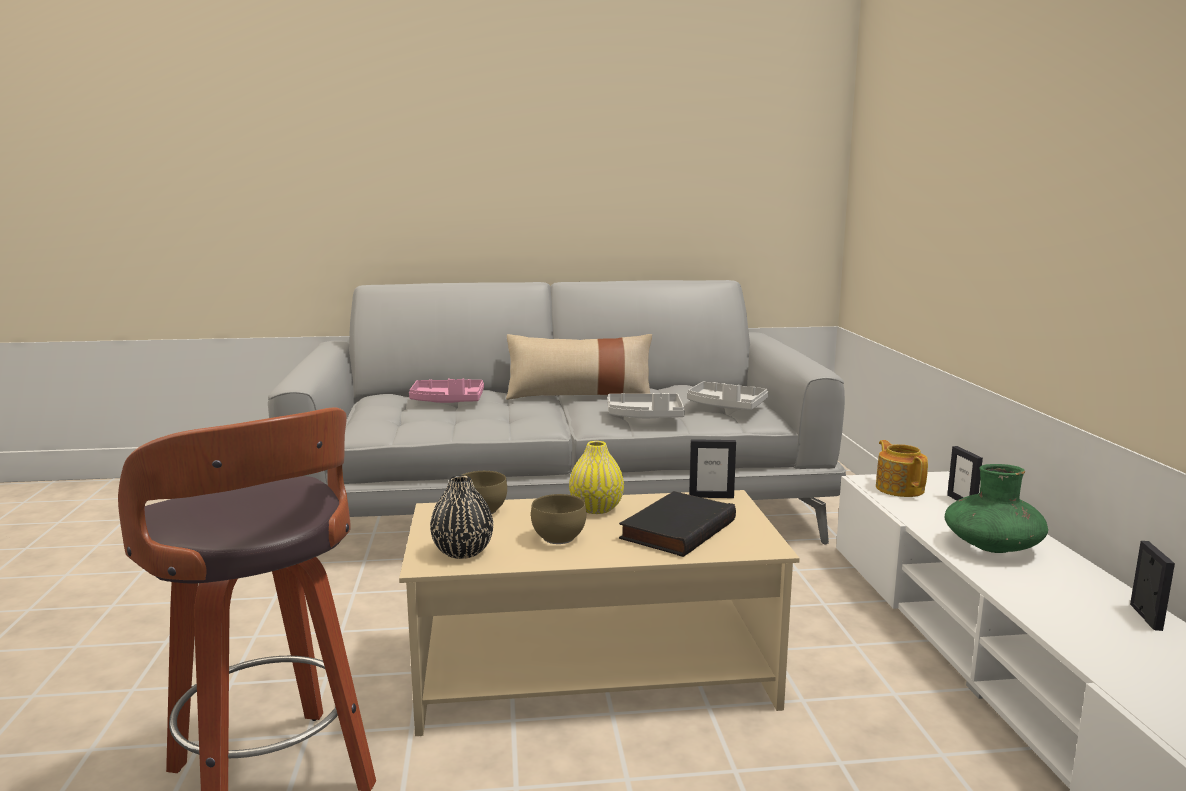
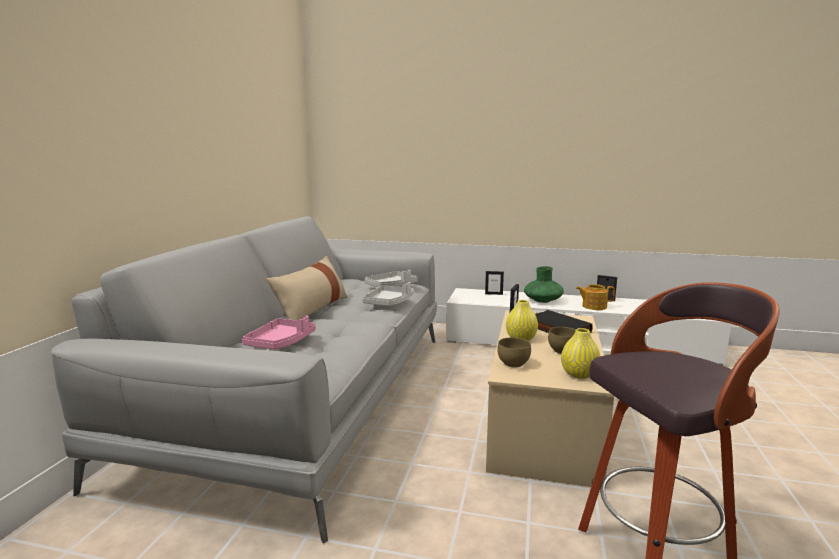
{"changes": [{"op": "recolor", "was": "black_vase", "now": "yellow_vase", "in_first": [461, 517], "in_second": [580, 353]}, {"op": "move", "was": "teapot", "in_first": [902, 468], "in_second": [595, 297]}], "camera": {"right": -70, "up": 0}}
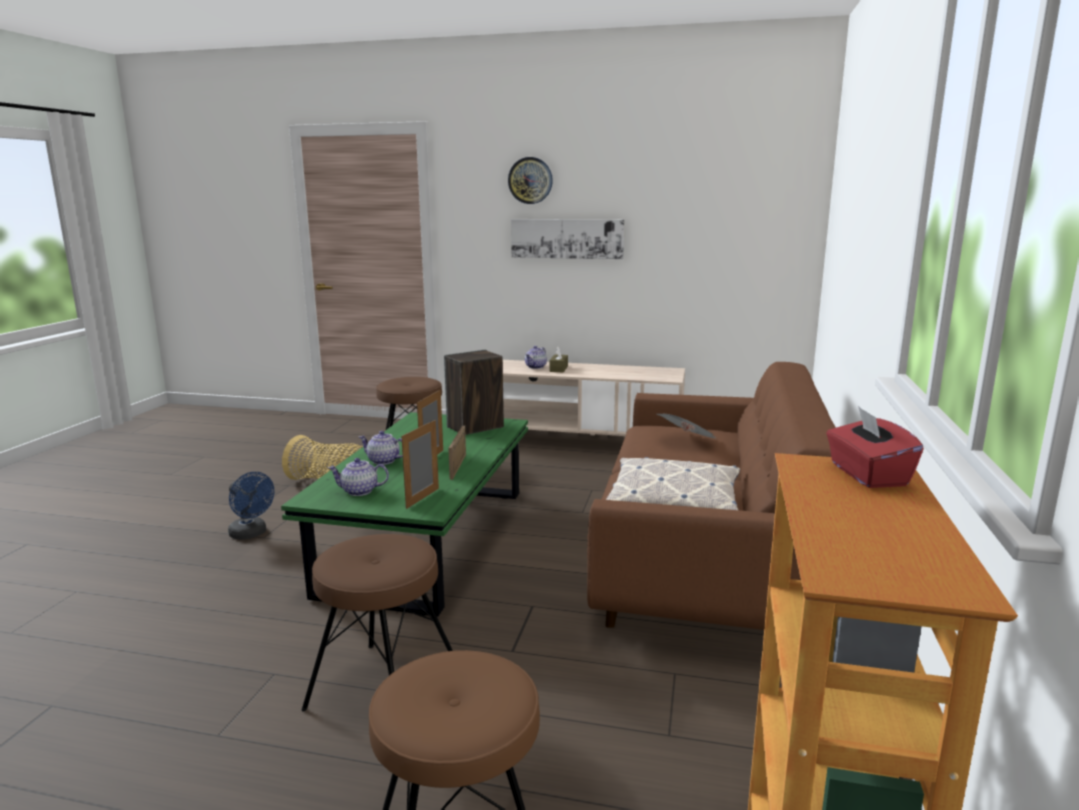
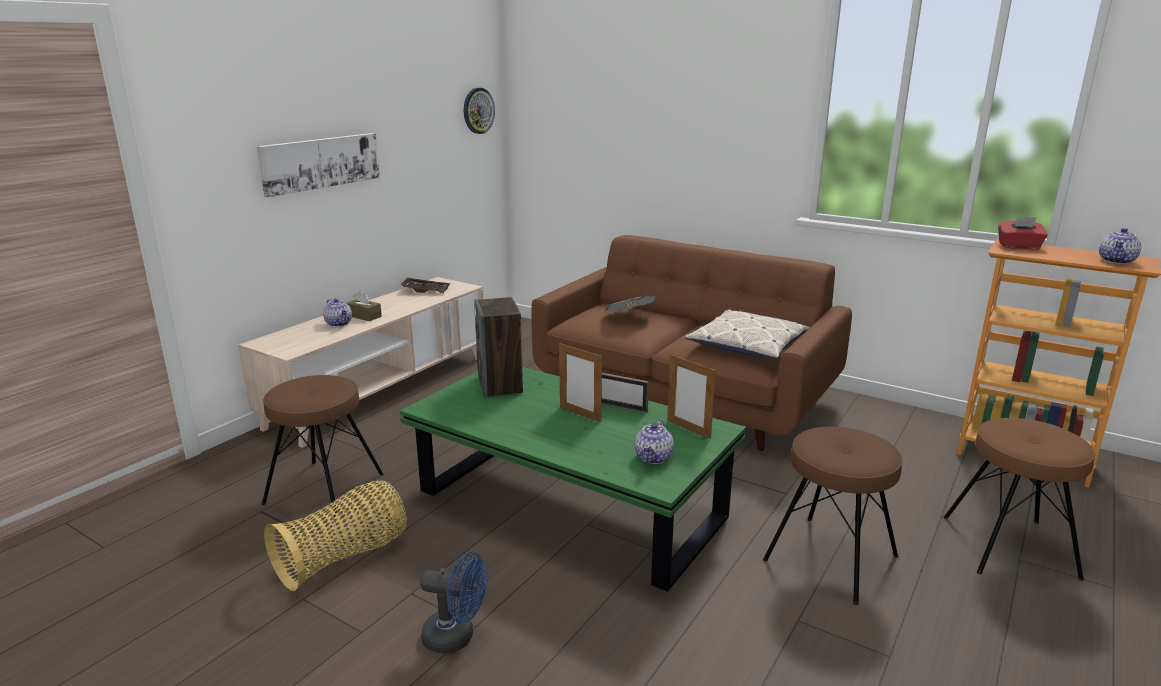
{"changes": [{"op": "insert", "now": "black_tray", "in_second": [425, 285]}, {"op": "rotate", "was": "blue_fan", "in_first": [251, 506], "in_second": [453, 602], "clockwise": 45}, {"op": "move", "was": "wall_clock", "in_first": [530, 180], "in_second": [479, 111]}, {"op": "move", "was": "teapot", "in_first": [381, 448], "in_second": [1120, 246]}], "camera": {"right": -70, "up": 5}}
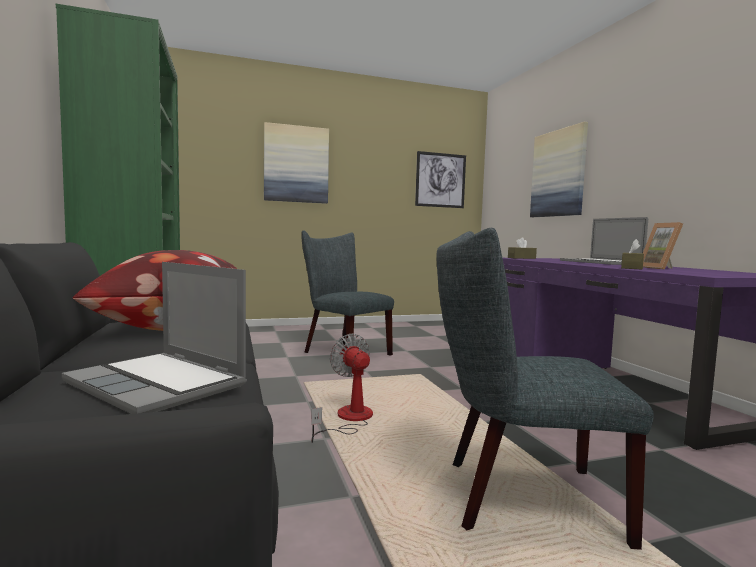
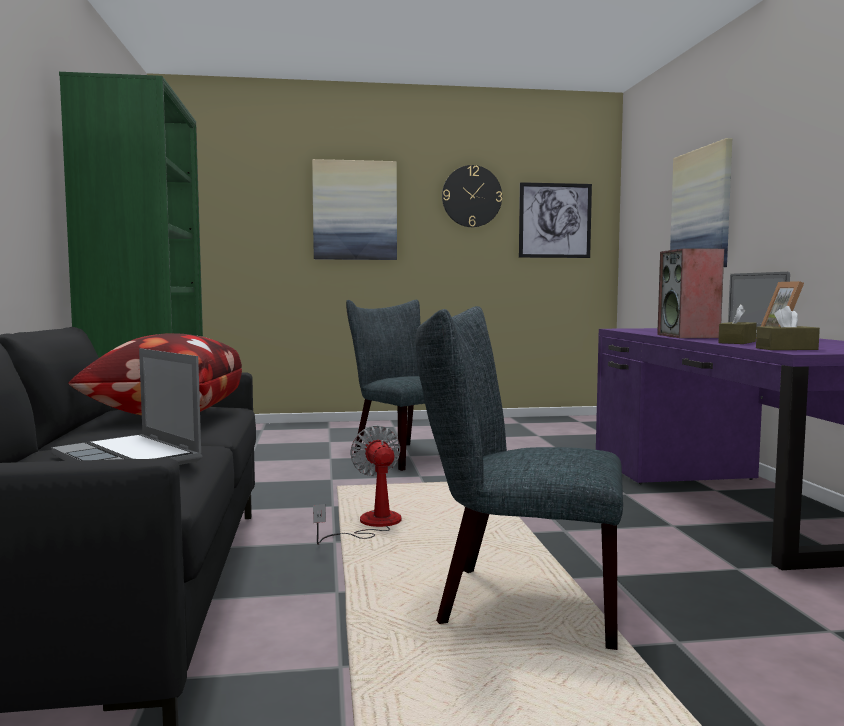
{"changes": [{"op": "insert", "now": "wall_clock", "in_second": [472, 196]}, {"op": "insert", "now": "speaker", "in_second": [690, 293]}, {"op": "move", "was": "brown_tissue_box", "in_first": [522, 248], "in_second": [788, 328]}], "camera": {"right": 10, "up": 0}}
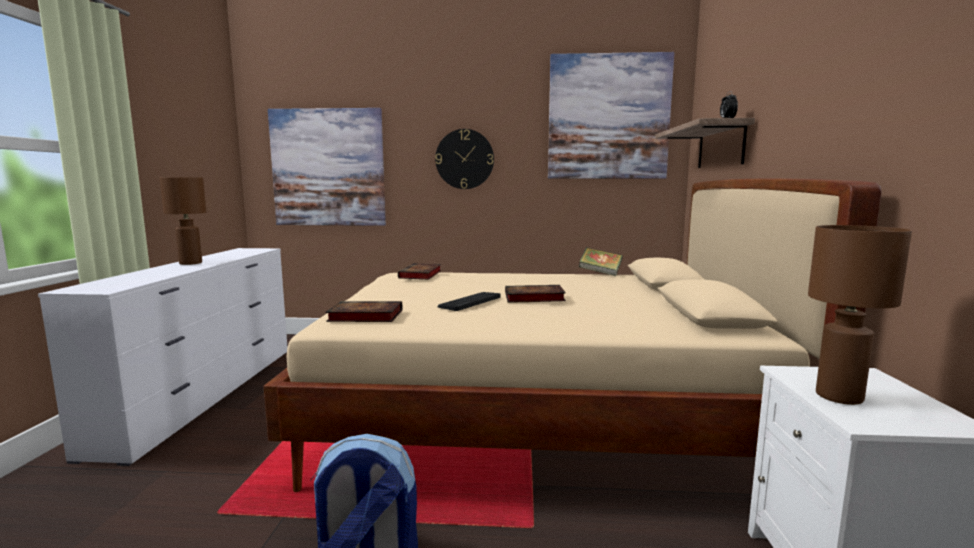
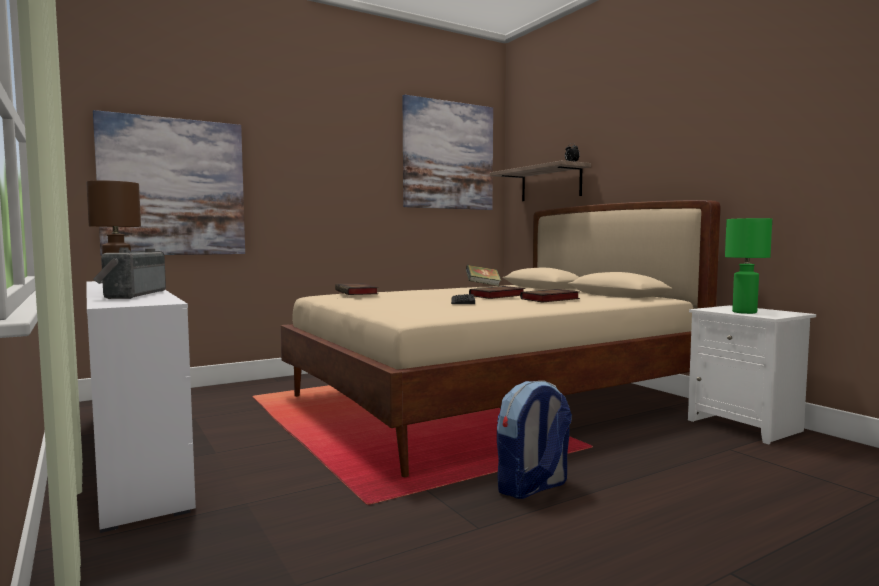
{"changes": [{"op": "insert", "now": "radio", "in_second": [129, 273]}, {"op": "move", "was": "book", "in_first": [363, 311], "in_second": [550, 296]}, {"op": "recolor", "was": "brown_table_lamp", "now": "green_table_lamp", "in_first": [860, 315], "in_second": [748, 266]}, {"op": "delete", "was": "wall_clock", "in_first": [464, 159]}], "camera": {"right": -35, "up": -5}}
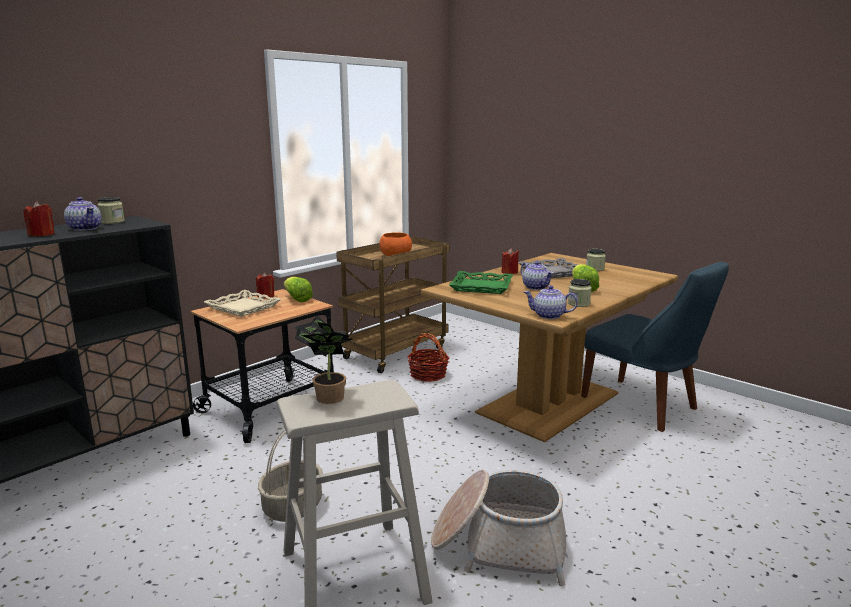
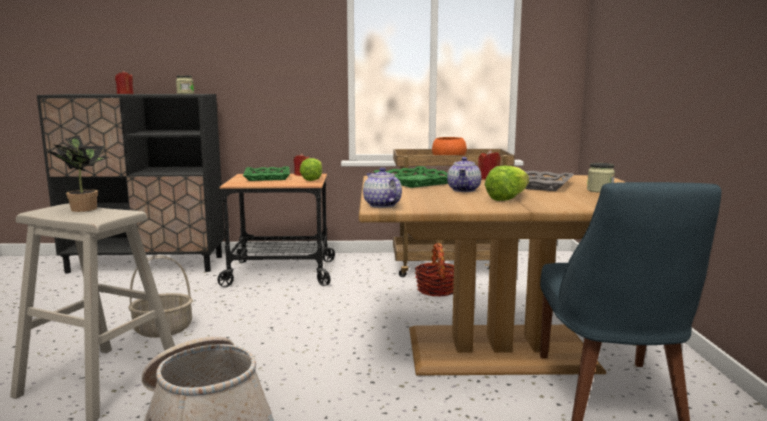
{"changes": [{"op": "recolor", "was": "beige_tray", "now": "green_tray", "in_first": [242, 303], "in_second": [266, 173]}, {"op": "delete", "was": "teapot", "in_first": [82, 214]}, {"op": "delete", "was": "jar", "in_first": [580, 293]}], "camera": {"right": 45, "up": -5}}
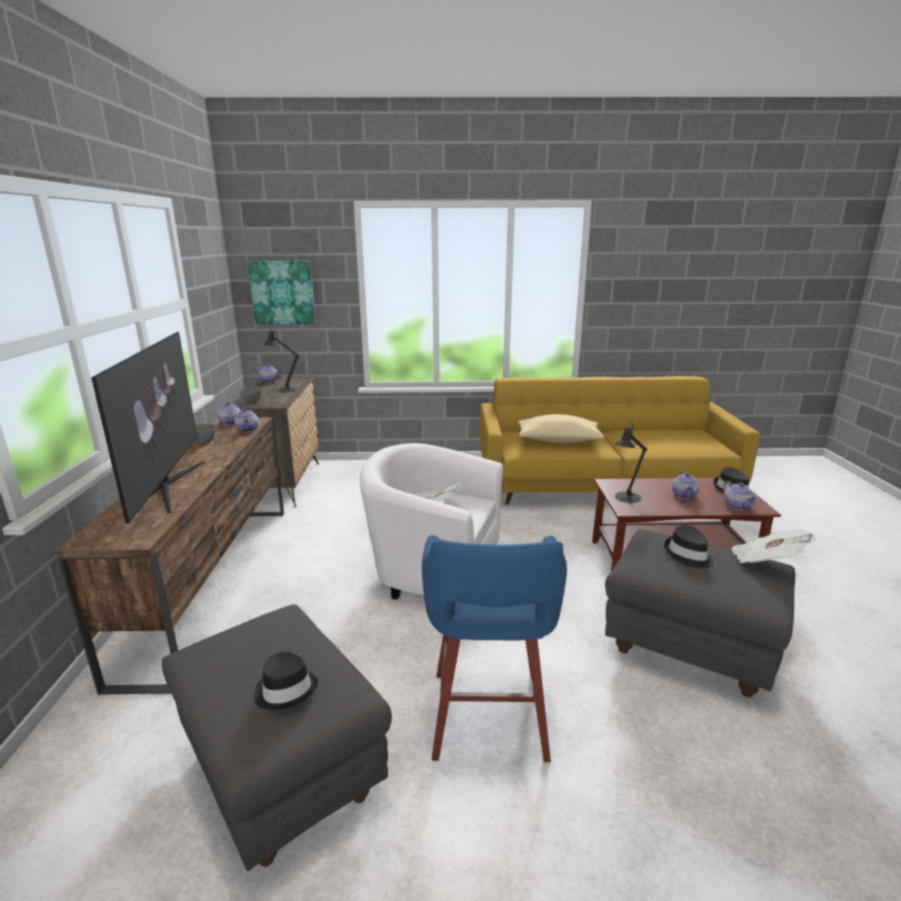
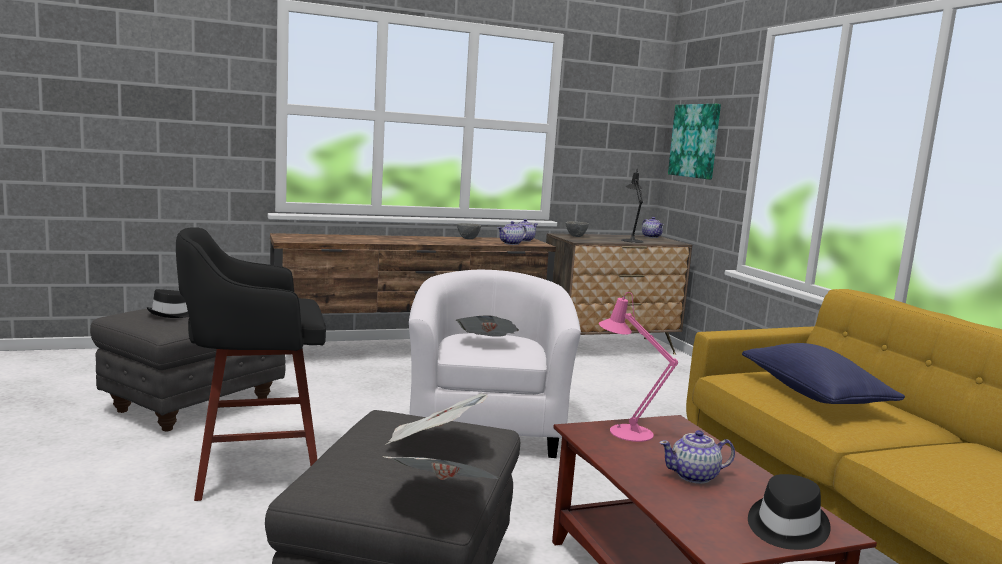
{"changes": [{"op": "recolor", "was": "blue_stool", "now": "black_stool", "in_first": [494, 648], "in_second": [251, 364]}, {"op": "replace", "was": "black_hat", "now": "newspaper", "in_first": [689, 546], "in_second": [436, 419]}, {"op": "recolor", "was": "black_table_lamp", "now": "pink_table_lamp", "in_first": [631, 462], "in_second": [638, 367]}, {"op": "recolor", "was": "beige_pillow", "now": "blue_pillow", "in_first": [561, 428], "in_second": [823, 373]}, {"op": "delete", "was": "television", "in_first": [148, 428]}, {"op": "delete", "was": "teapot", "in_first": [740, 495]}], "camera": {"right": 70, "up": -10}}
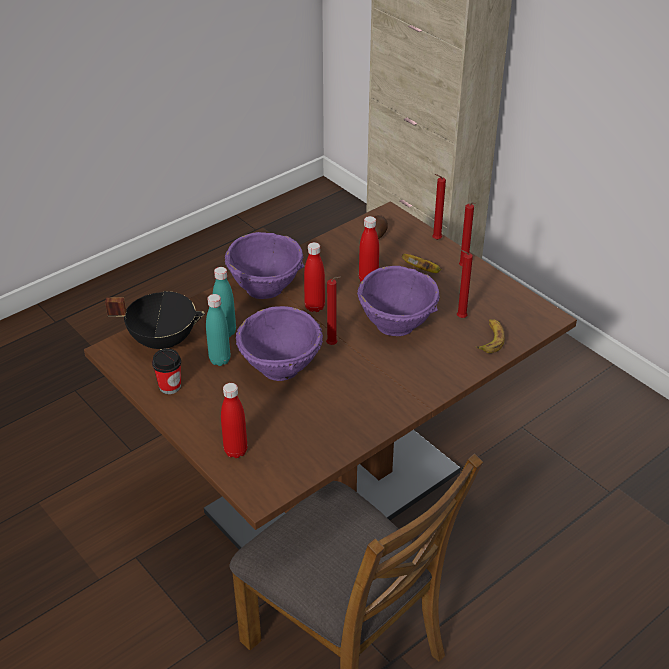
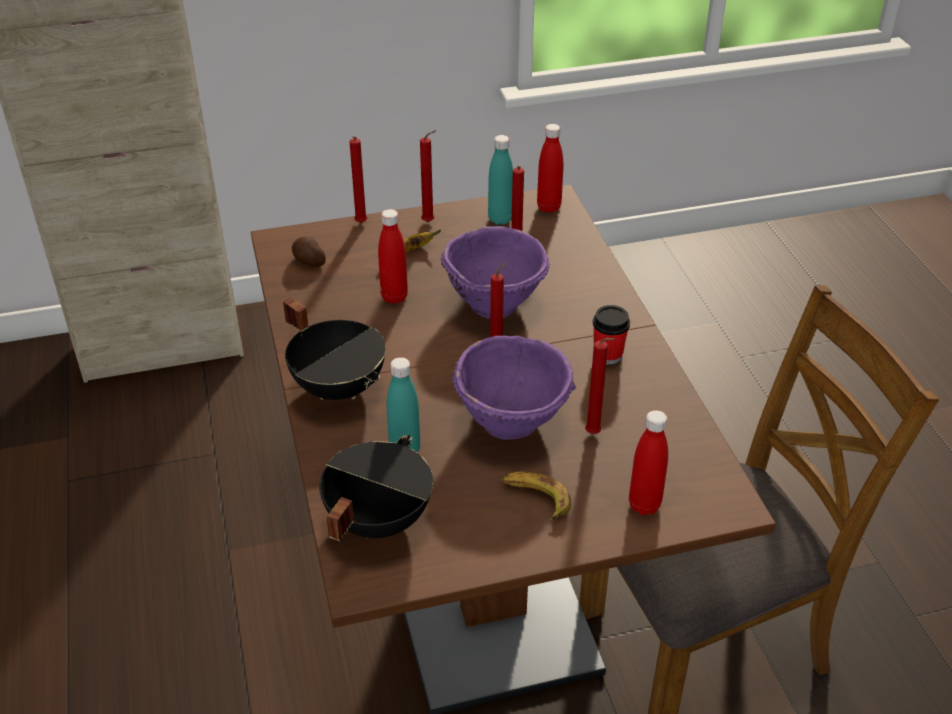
{"changes": [{"op": "replace", "was": "purple_bowl", "now": "black_cooking_pot", "in_first": [264, 265], "in_second": [334, 349]}, {"op": "move", "was": "turquoise_bottle", "in_first": [218, 330], "in_second": [500, 180]}, {"op": "move", "was": "banana", "in_first": [490, 336], "in_second": [536, 496]}, {"op": "move", "was": "red_bottle", "in_first": [314, 277], "in_second": [550, 168]}, {"op": "insert", "now": "red_candle", "in_second": [600, 386]}, {"op": "move", "was": "cup", "in_first": [166, 371], "in_second": [611, 335]}], "camera": {"right": -65, "up": 0}}
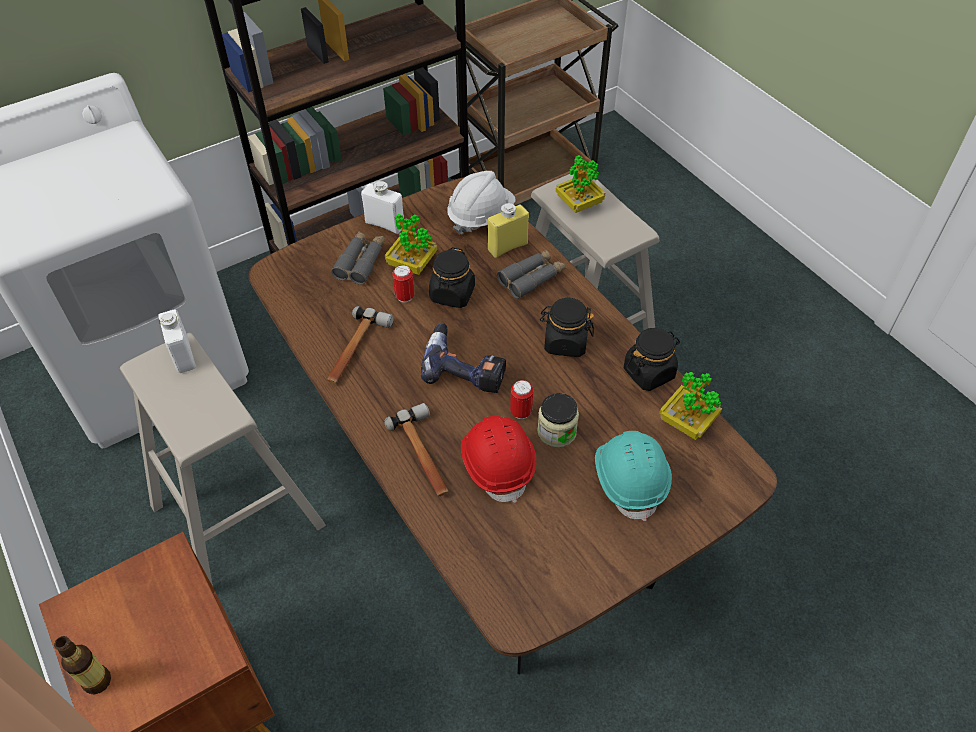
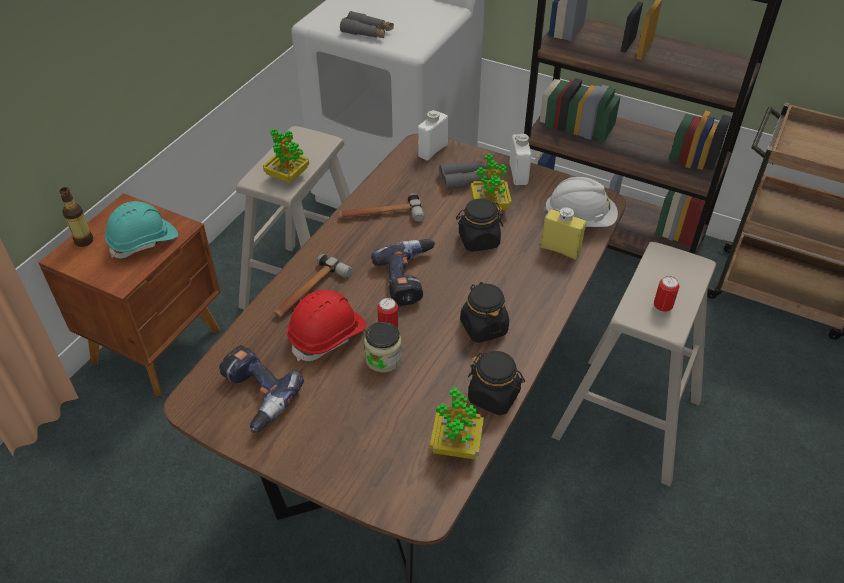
{"changes": [{"op": "move", "was": "turquoise_hard_hat", "in_first": [633, 476], "in_second": [141, 229]}, {"op": "insert", "now": "power_drill", "in_second": [261, 389]}, {"op": "move", "was": "potted_plant", "in_first": [580, 184], "in_second": [286, 155]}, {"op": "move", "was": "grey_binoculars", "in_first": [531, 274], "in_second": [367, 24]}, {"op": "move", "was": "white_bottle", "in_first": [177, 341], "in_second": [433, 135]}, {"op": "move", "was": "can", "in_first": [403, 283], "in_second": [667, 294]}], "camera": {"right": 60, "up": -5}}
